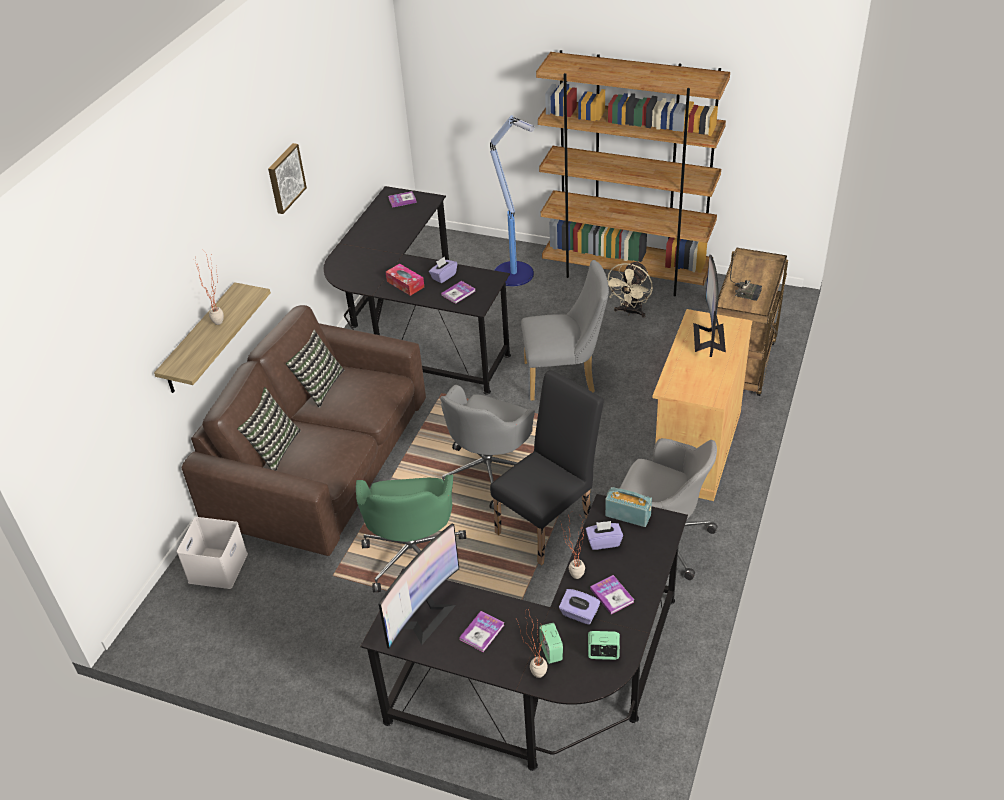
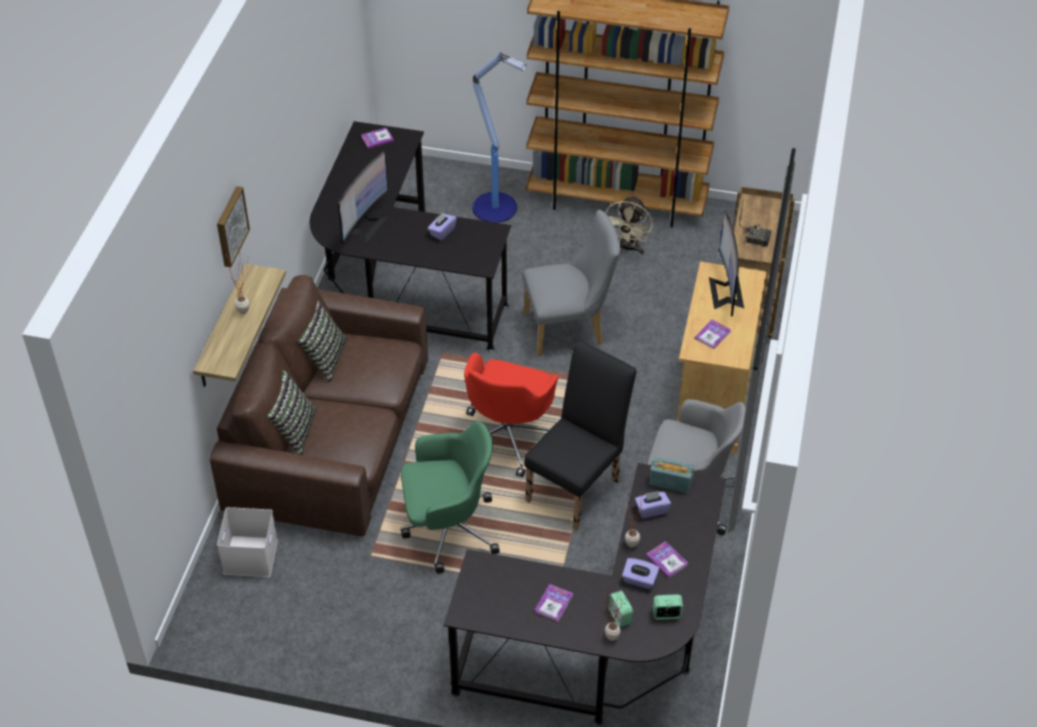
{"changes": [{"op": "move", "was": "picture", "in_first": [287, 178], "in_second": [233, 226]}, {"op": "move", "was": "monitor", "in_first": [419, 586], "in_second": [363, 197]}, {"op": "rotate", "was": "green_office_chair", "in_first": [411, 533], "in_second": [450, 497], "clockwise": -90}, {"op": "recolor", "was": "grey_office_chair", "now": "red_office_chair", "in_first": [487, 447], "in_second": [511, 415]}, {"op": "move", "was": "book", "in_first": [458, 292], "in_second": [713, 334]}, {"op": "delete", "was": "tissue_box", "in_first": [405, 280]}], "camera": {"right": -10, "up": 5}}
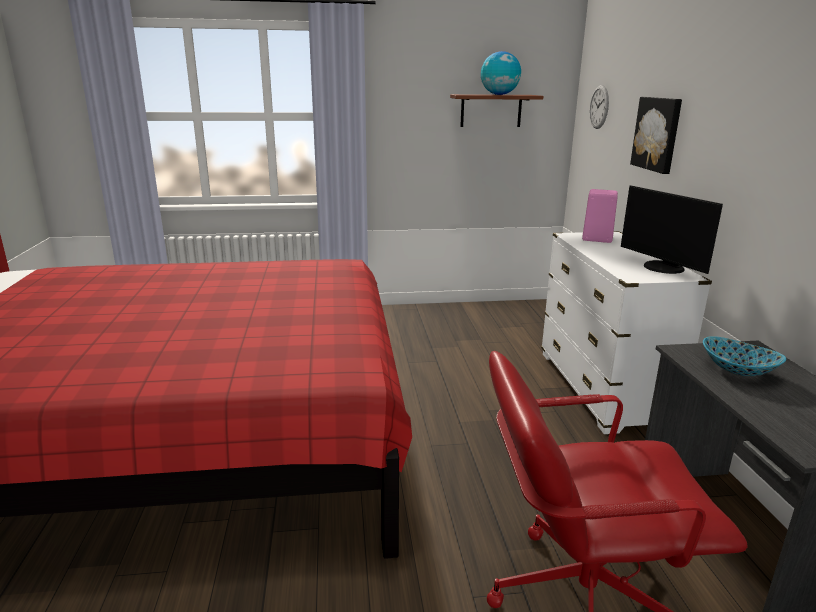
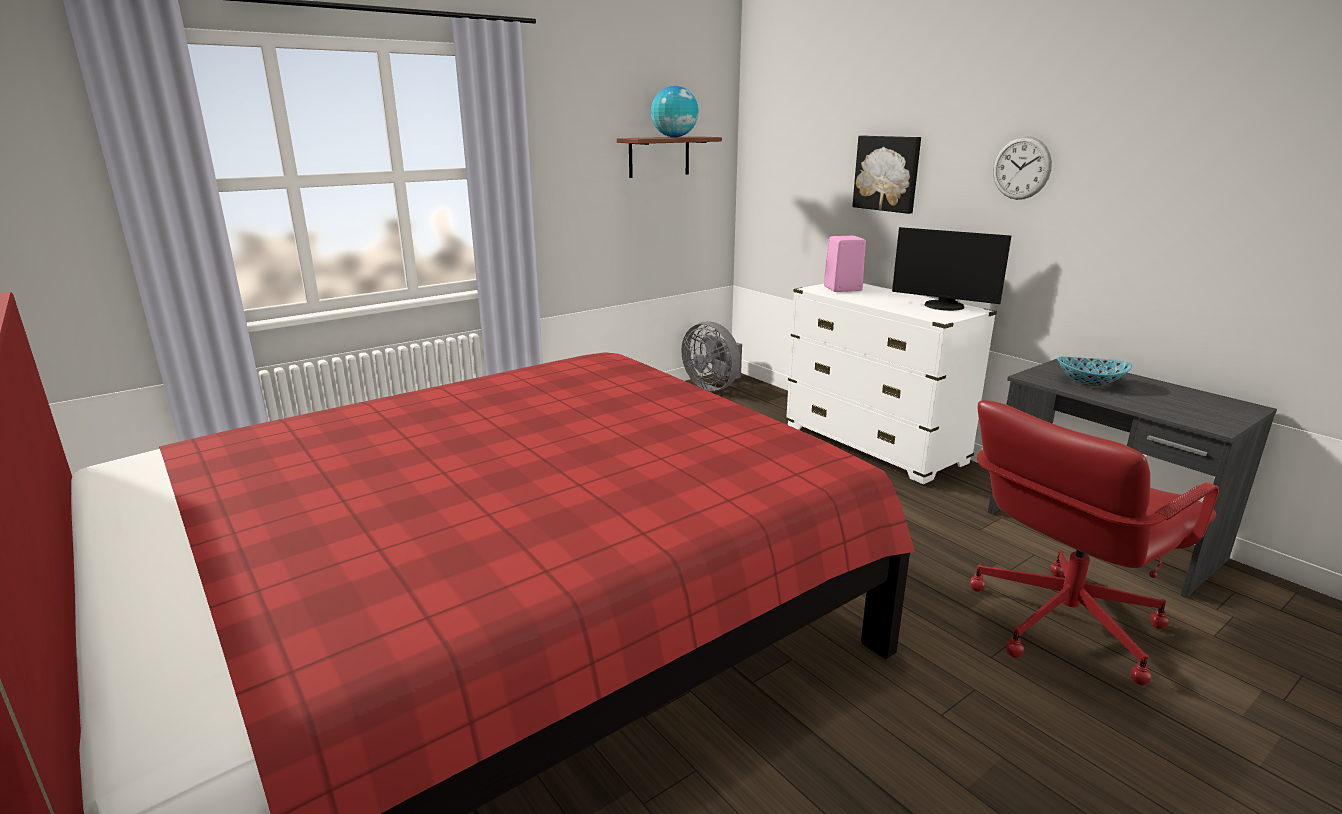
{"changes": [{"op": "insert", "now": "grey_fan", "in_second": [711, 356]}, {"op": "move", "was": "wall_clock", "in_first": [599, 107], "in_second": [1022, 168]}], "camera": {"right": -30, "up": 0}}
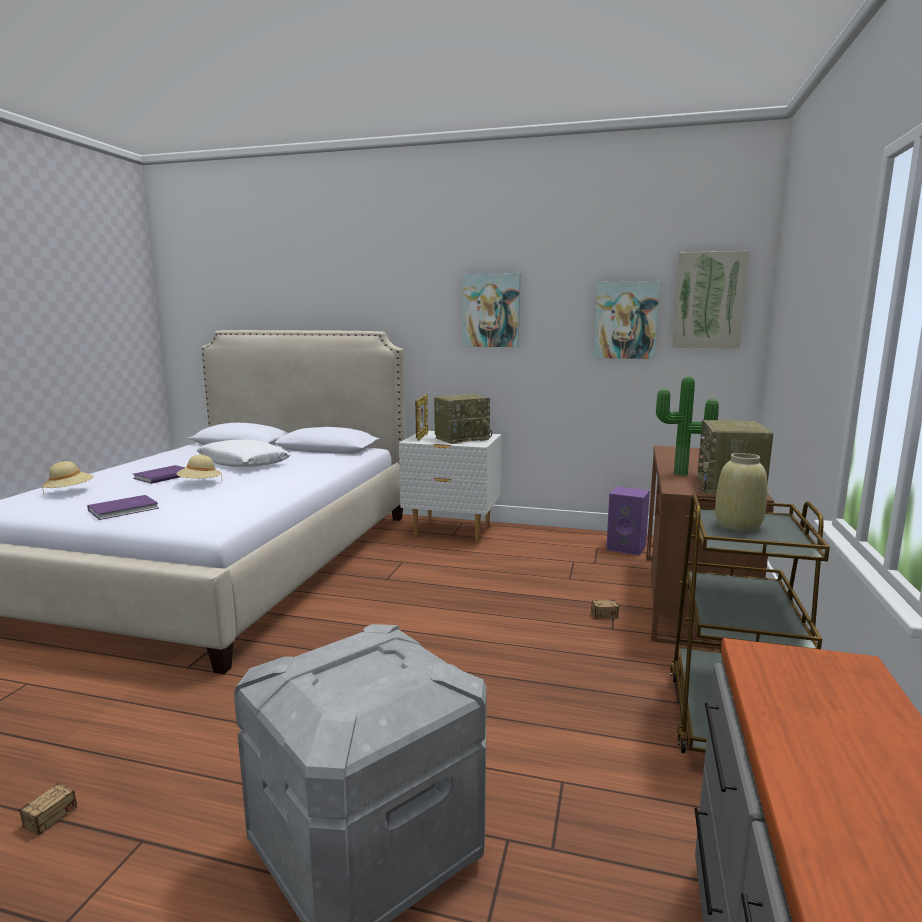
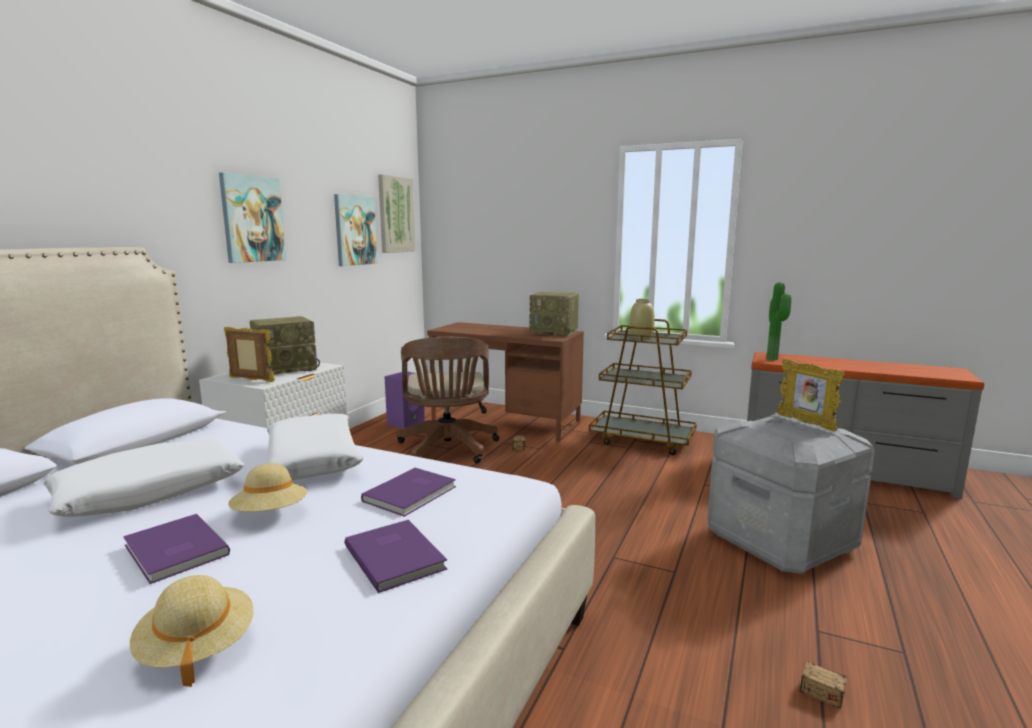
{"changes": [{"op": "rotate", "was": "radio", "in_first": [463, 419], "in_second": [285, 345], "clockwise": 75}, {"op": "insert", "now": "white_pillow", "in_second": [315, 447]}, {"op": "insert", "now": "purple_book", "in_second": [408, 492]}, {"op": "insert", "now": "brown_office_chair", "in_second": [447, 400]}, {"op": "move", "was": "potted_plant", "in_first": [687, 426], "in_second": [778, 321]}, {"op": "insert", "now": "picture_frame", "in_second": [810, 395]}], "camera": {"right": -80, "up": 0}}
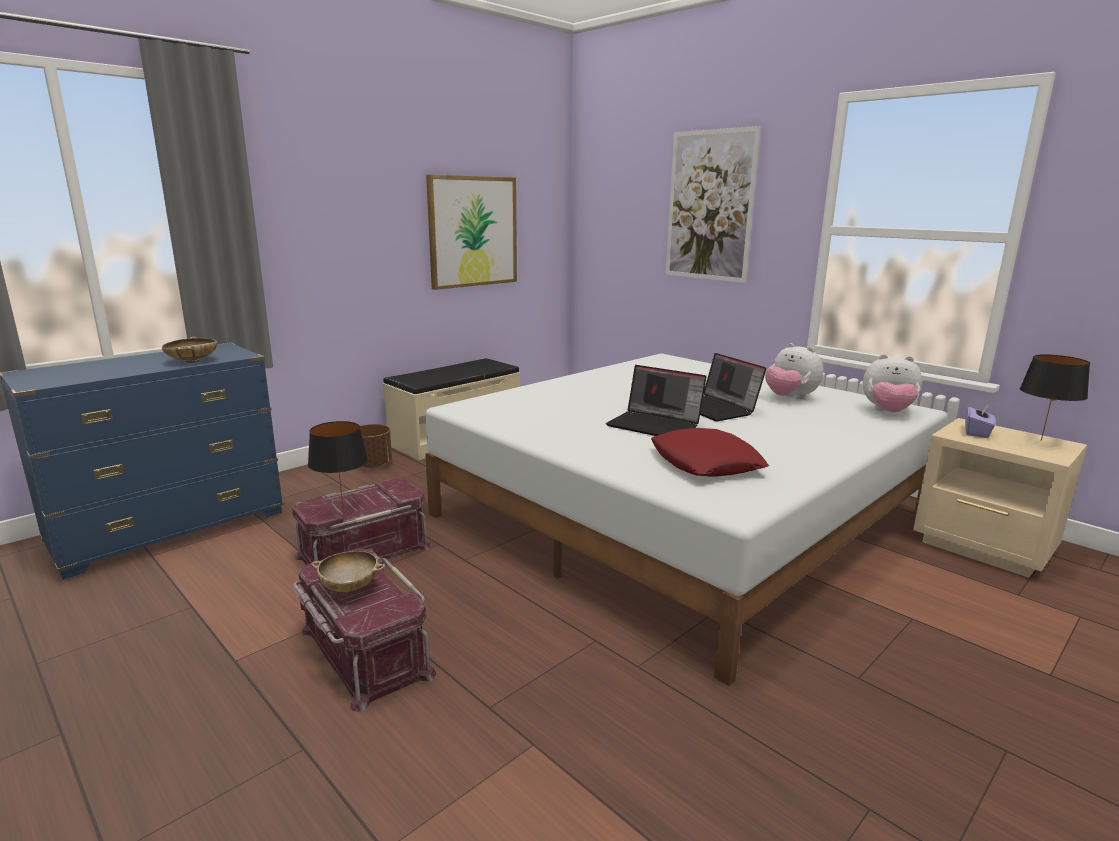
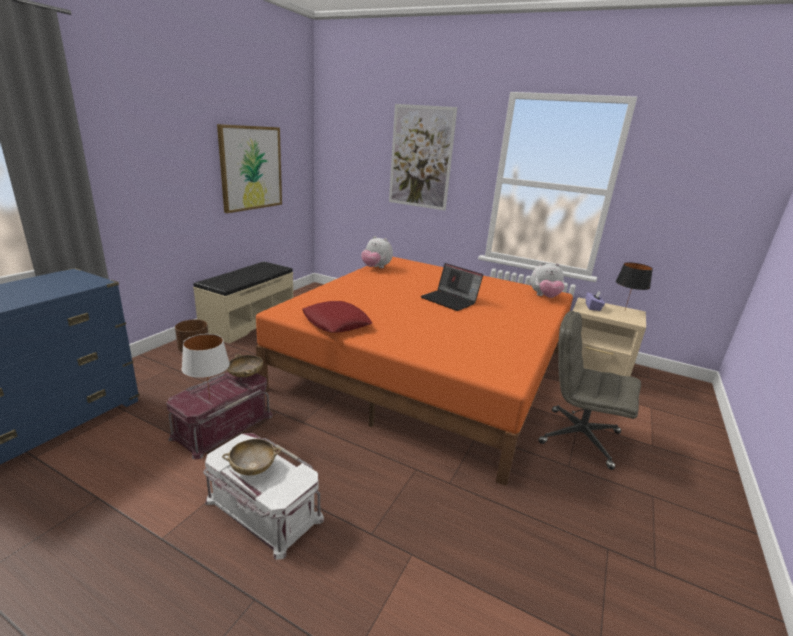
{"changes": [{"op": "recolor", "was": "black_table_lamp", "now": "white_table_lamp", "in_first": [338, 465], "in_second": [206, 366]}, {"op": "recolor", "was": "red_storage_box", "now": "white_storage_box", "in_first": [364, 630], "in_second": [263, 496]}, {"op": "move", "was": "beige_bowl", "in_first": [189, 350], "in_second": [245, 365]}, {"op": "recolor", "was": "white_bed", "now": "orange_bed", "in_first": [686, 519], "in_second": [414, 371]}, {"op": "move", "was": "red_pillow", "in_first": [710, 452], "in_second": [337, 317]}, {"op": "move", "was": "plush_toy", "in_first": [794, 371], "in_second": [377, 252]}, {"op": "insert", "now": "grey_office_chair", "in_second": [590, 390]}, {"op": "delete", "was": "laptop", "in_first": [656, 400]}], "camera": {"right": -20, "up": 5}}
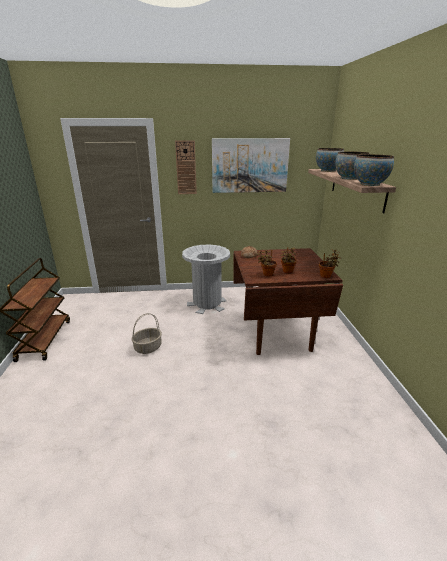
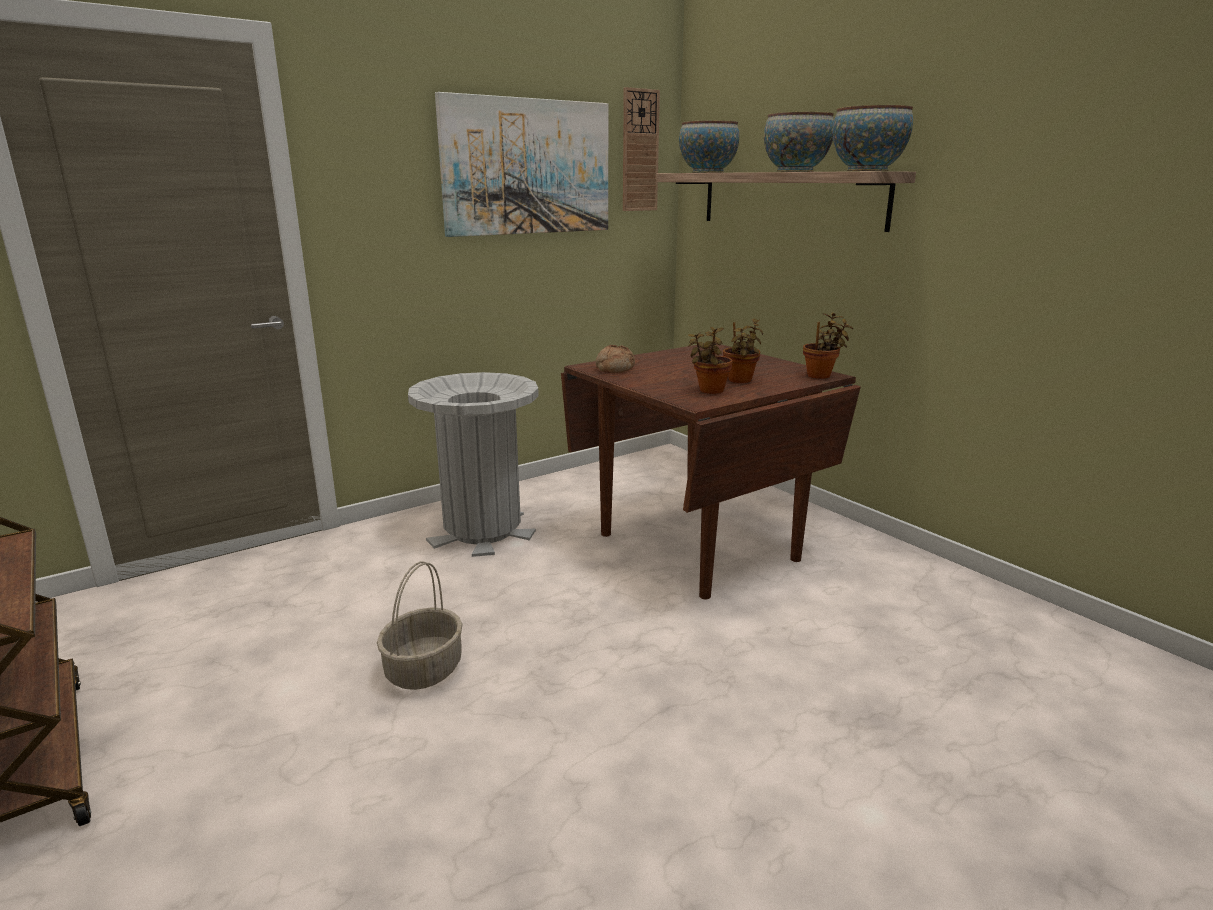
{"changes": [{"op": "move", "was": "wall_clock", "in_first": [186, 167], "in_second": [641, 149]}], "camera": {"right": -30, "up": -5}}
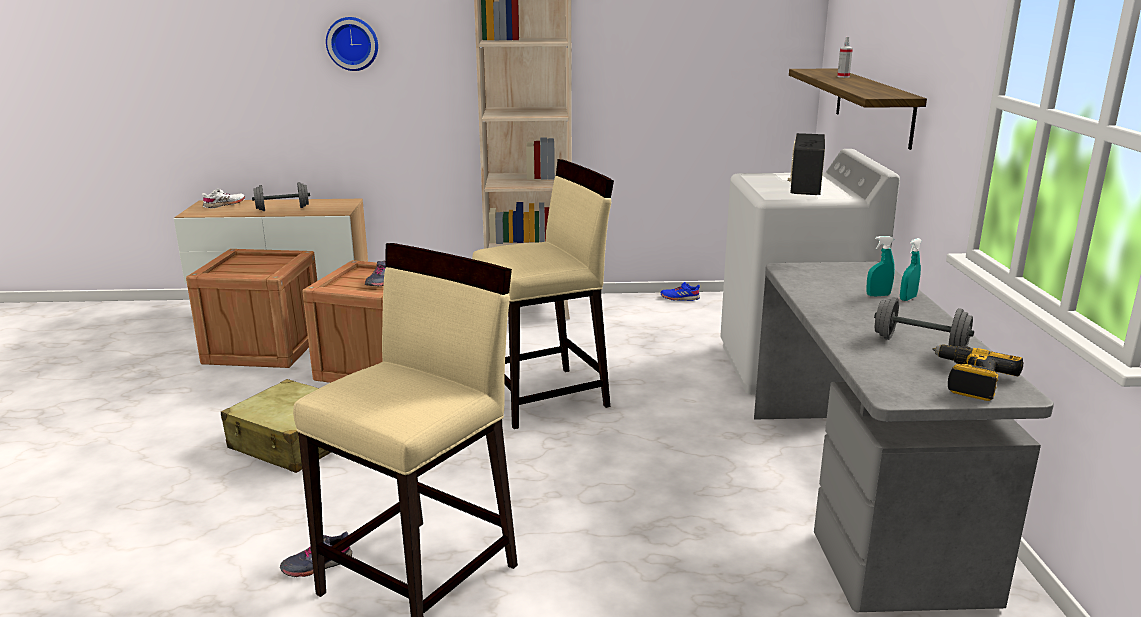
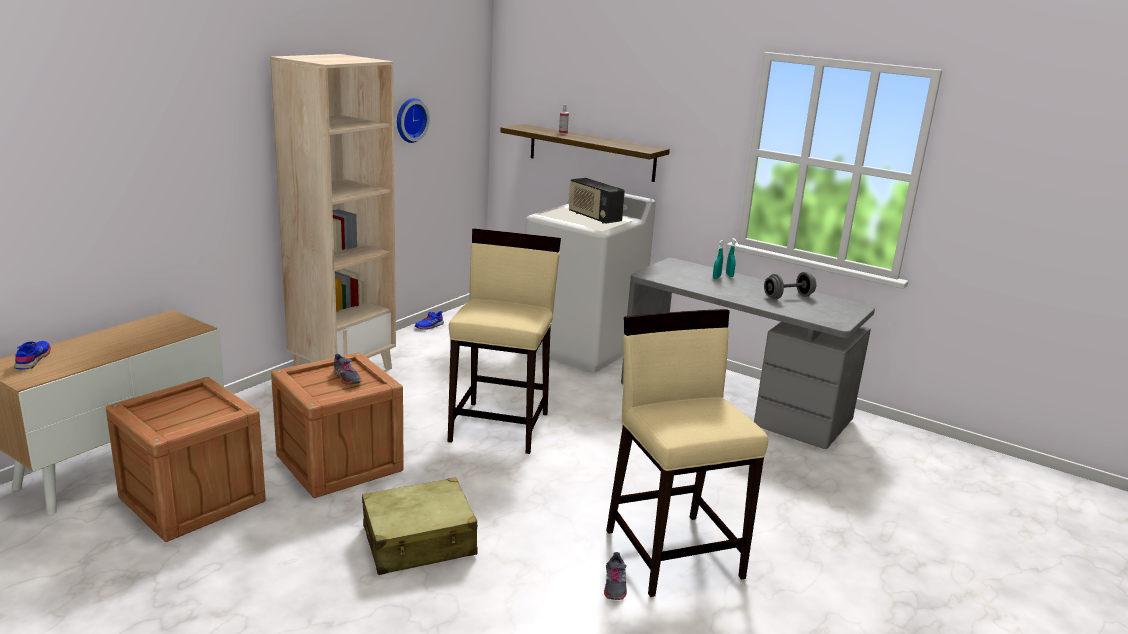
{"changes": [{"op": "recolor", "was": "white_shoe", "now": "blue_shoe", "in_first": [223, 198], "in_second": [33, 355]}, {"op": "move", "was": "wall_clock", "in_first": [352, 44], "in_second": [413, 120]}, {"op": "delete", "was": "grey_dumbbell", "in_first": [281, 196]}, {"op": "delete", "was": "power_drill", "in_first": [977, 372]}], "camera": {"right": -55, "up": 0}}
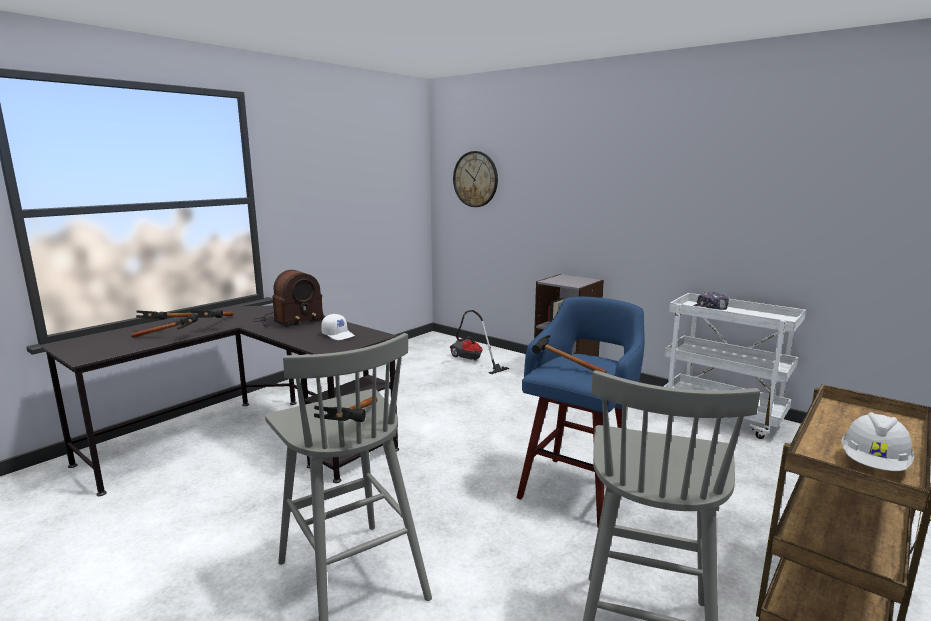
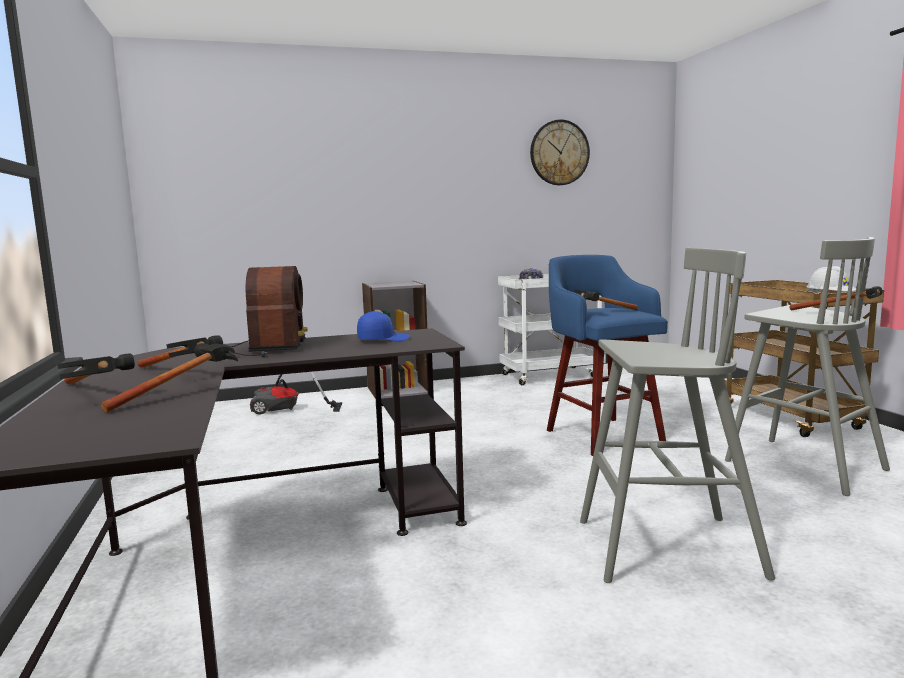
{"changes": [{"op": "recolor", "was": "white_cap", "now": "blue_cap", "in_first": [338, 327], "in_second": [383, 326]}, {"op": "move", "was": "wall_clock", "in_first": [475, 179], "in_second": [560, 152]}, {"op": "move", "was": "hammer", "in_first": [346, 409], "in_second": [836, 298]}], "camera": {"right": -55, "up": -5}}
